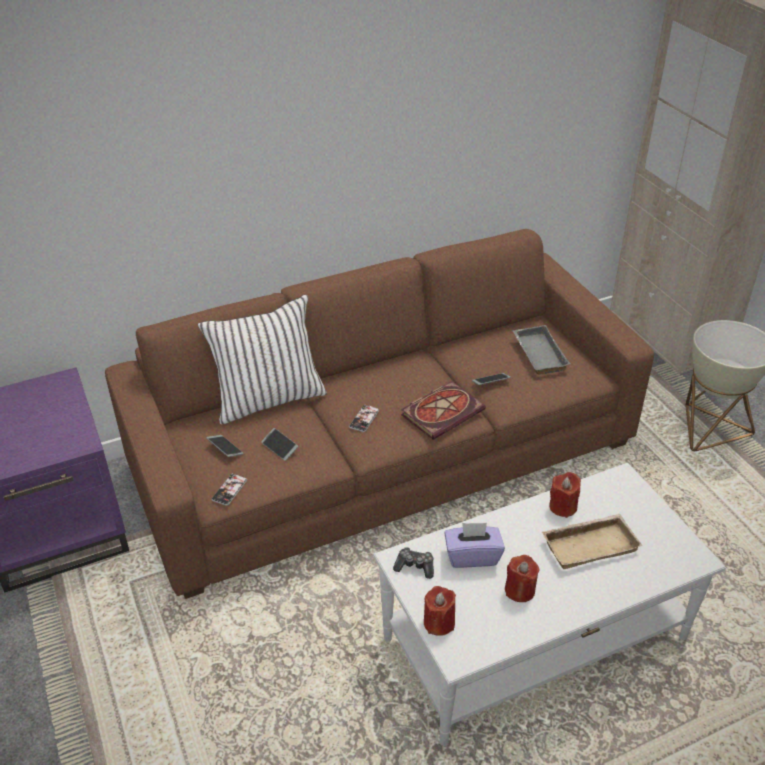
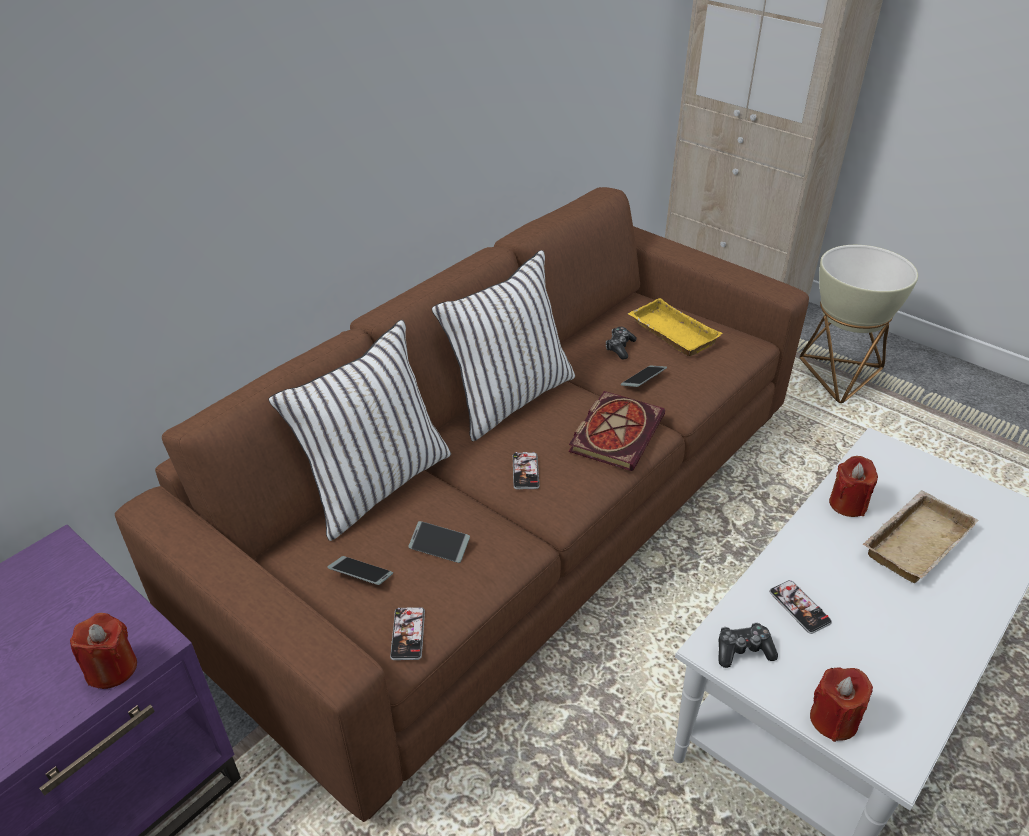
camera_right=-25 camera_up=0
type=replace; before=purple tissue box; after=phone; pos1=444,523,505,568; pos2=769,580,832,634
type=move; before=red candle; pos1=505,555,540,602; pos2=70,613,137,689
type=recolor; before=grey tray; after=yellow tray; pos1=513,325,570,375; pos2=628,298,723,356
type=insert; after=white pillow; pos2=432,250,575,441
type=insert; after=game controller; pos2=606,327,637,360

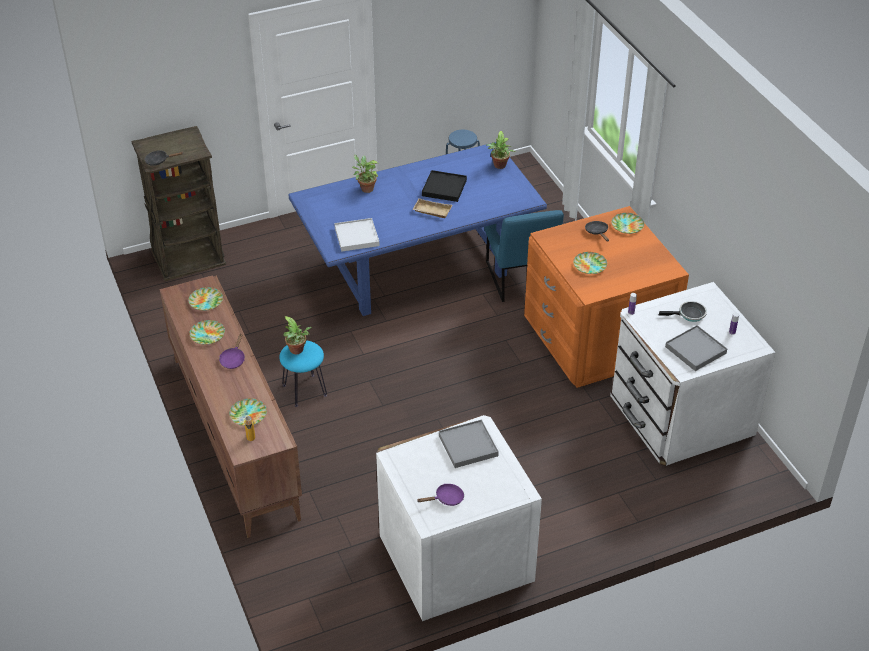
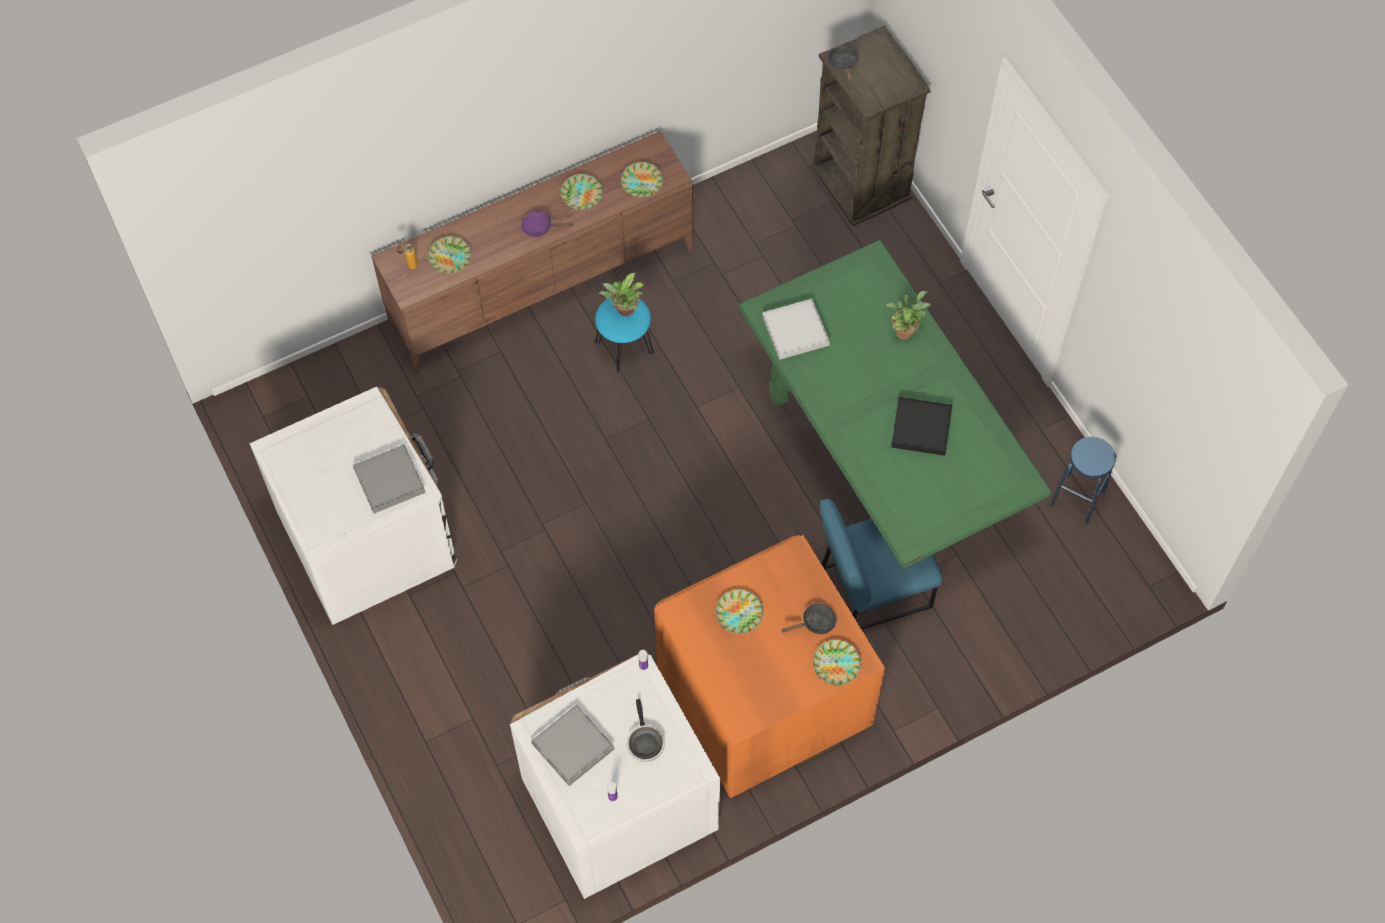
camera_right=85 camera_up=20
type=recolor; before=blue dining table; after=green dining table; pos1=288,142,547,316; pos2=739,240,1052,569
type=delete; before=beige tray; pos1=412,198,452,218
type=delete; before=purple frying pan; pos1=417,484,464,506
type=delete; before=potted plant; pos1=486,131,516,169

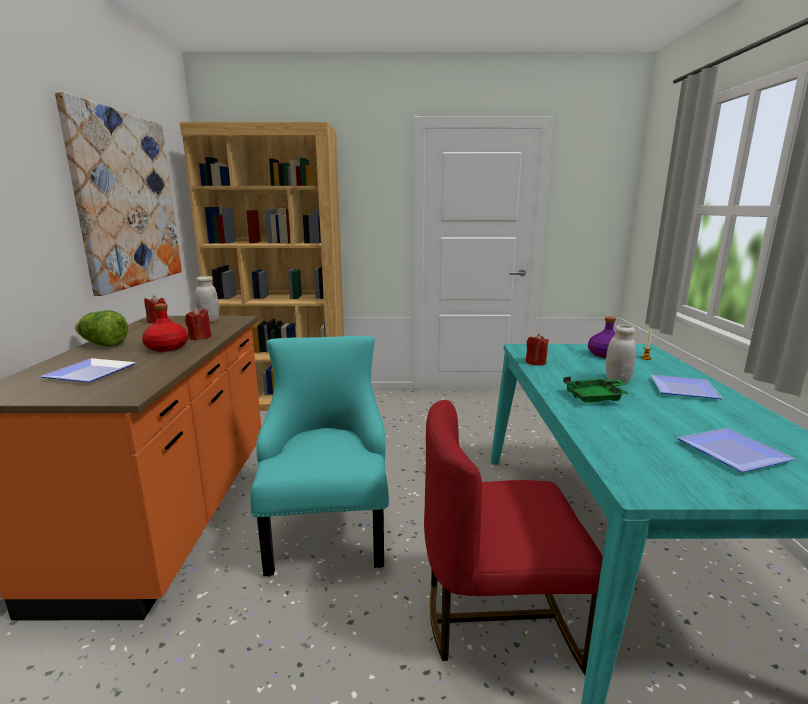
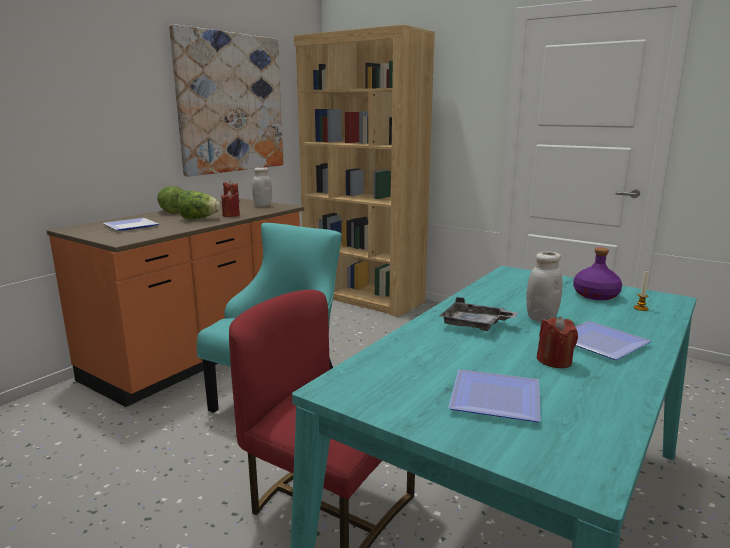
camera_right=35 camera_up=0
type=replace; before=red bottle; after=lettuce; pos1=142,304,188,352; pos2=178,191,220,219
type=move; before=red candle; pos1=525,334,549,366; pos2=536,316,578,368
type=recolor; before=green tray; after=grey tray; pos1=563,377,629,402; pos2=439,297,518,331

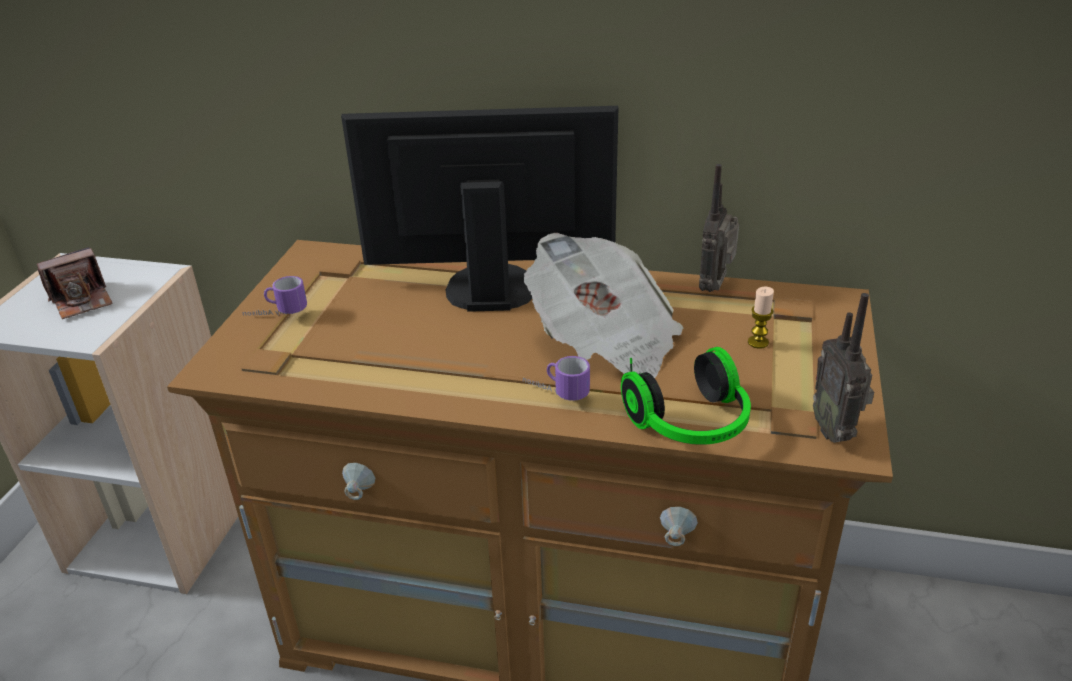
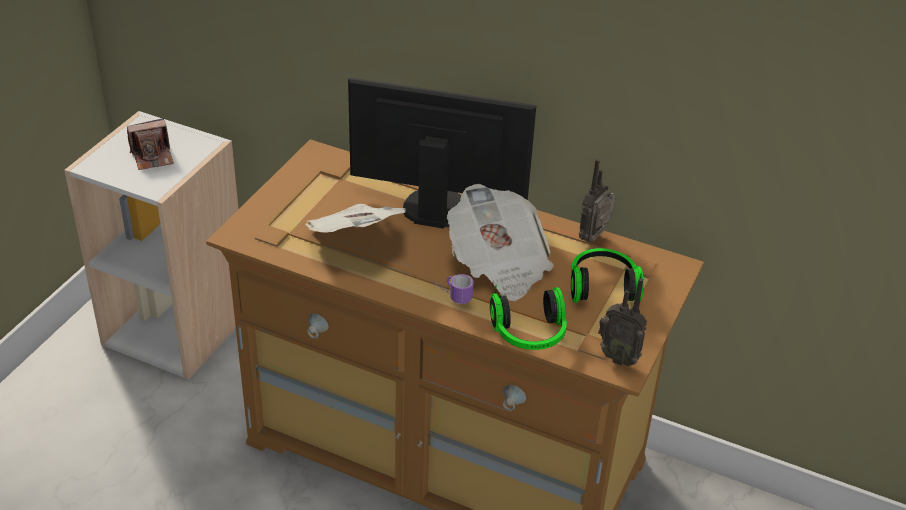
camera_right=10 camera_up=5
type=delete; before=mug; pos1=243,276,307,316
type=replace; before=candle; after=headphones; pos1=748,286,774,349; pos2=571,248,644,303
type=rotate; before=radio; pos1=813,293,874,443; pos2=598,278,647,366; turn=-60
type=insert; after=newspaper; pos2=306,204,406,233

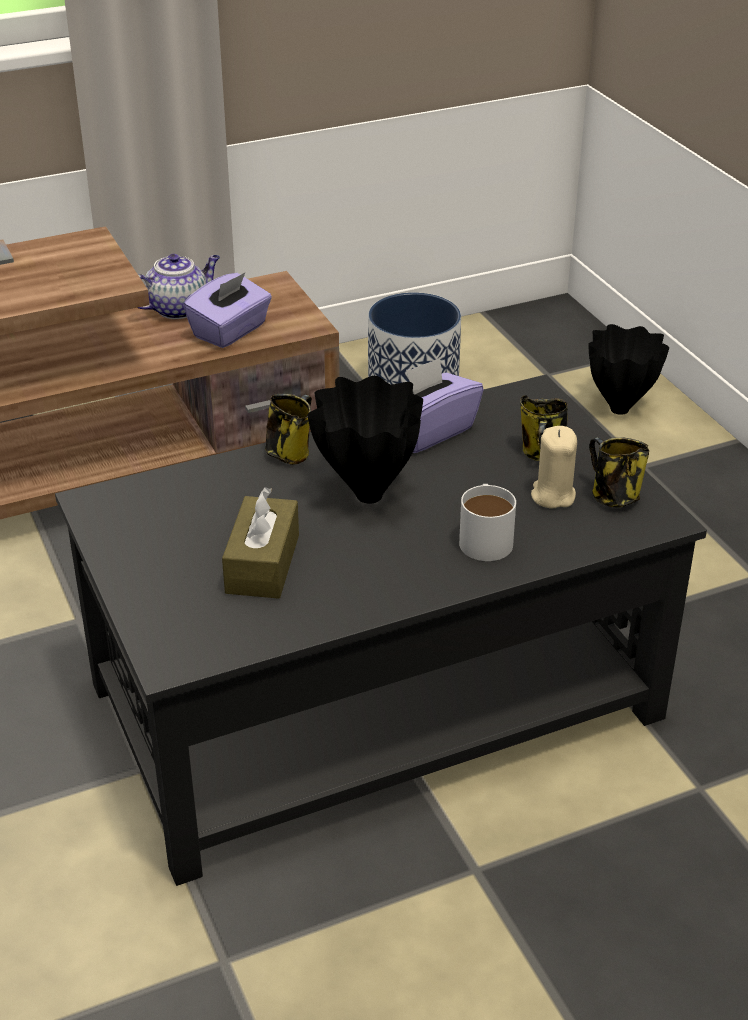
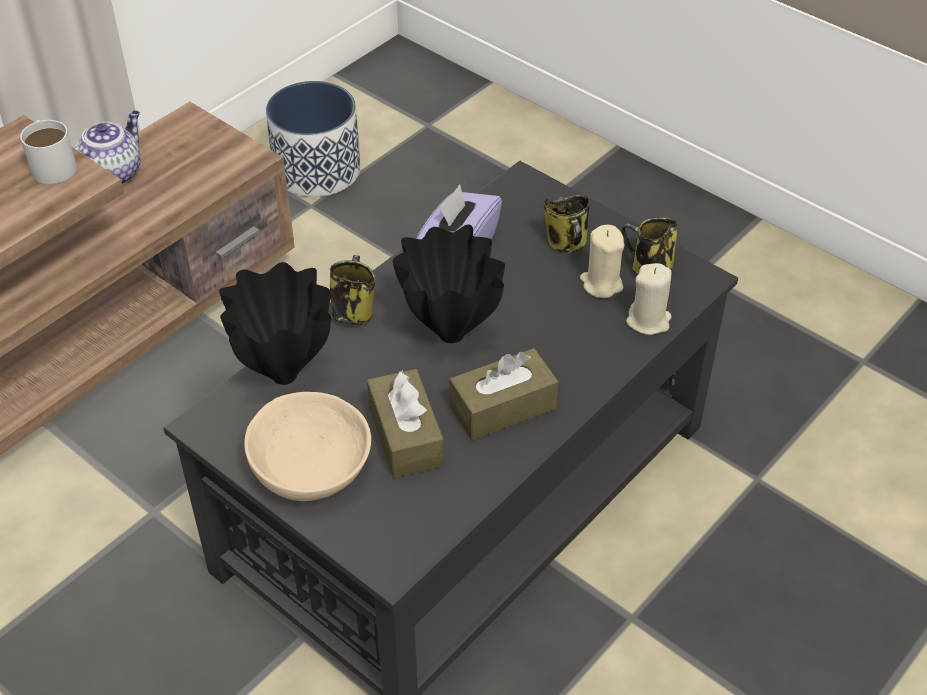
camera_right=-25 camera_up=10
type=delete; before=purple tissue box; pos1=183,272,272,348
type=move; before=white mug; pos1=459,484,516,561; pos2=20,120,77,184
type=move; before=black vase; pos1=589,324,669,415; pos2=219,262,331,385
type=insert; after=beige bowl; pos2=244,392,371,501
type=insert; after=brown tissue box; pos2=449,348,558,440
type=insert; after=beige candle; pos2=626,263,672,335

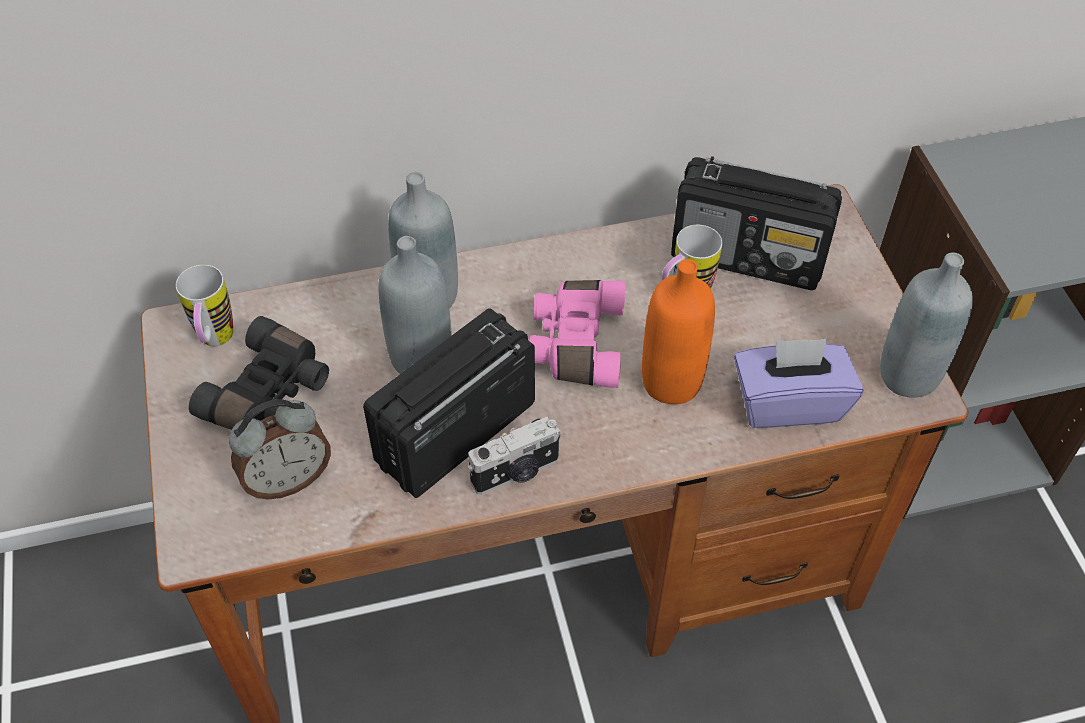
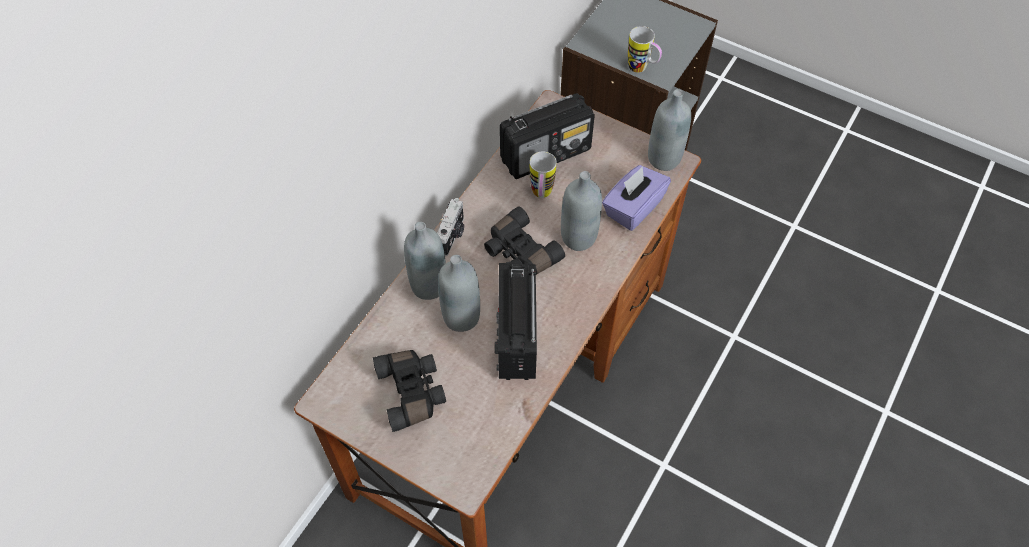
camera_right=-45 camera_up=5
type=move; before=mug; pos1=176,265,233,346; pos2=628,26,662,73
type=delete; before=alarm clock; pos1=229,399,331,500
type=move; before=photo camera; pos1=467,417,561,495; pos2=437,198,464,256
type=recolor; before=pink binoculars; after=black binoculars; pos1=529,280,625,388; pos2=484,206,565,275
type=recolor; before=orange bottle; after=grey bottle; pos1=642,259,715,404; pos2=561,171,602,251

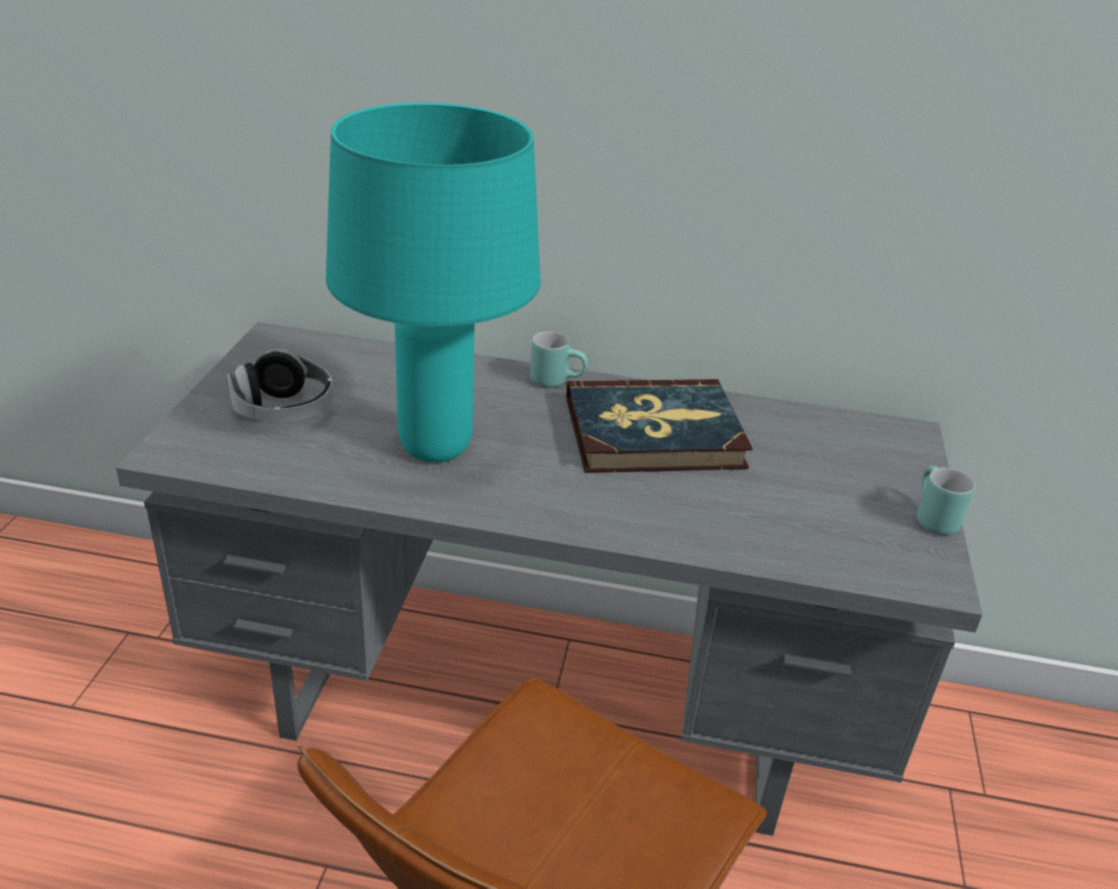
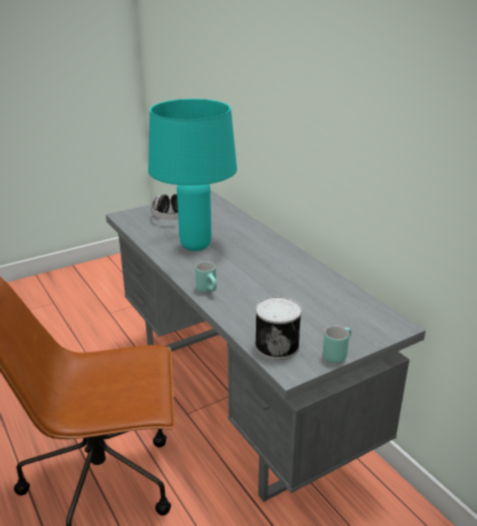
camera_right=50 camera_up=-5
type=move; before=turquoise mug; pos1=530,331,588,388; pos2=195,261,217,293
type=delete; before=book; pos1=566,379,753,473
type=insert; after=can; pos2=255,297,302,360

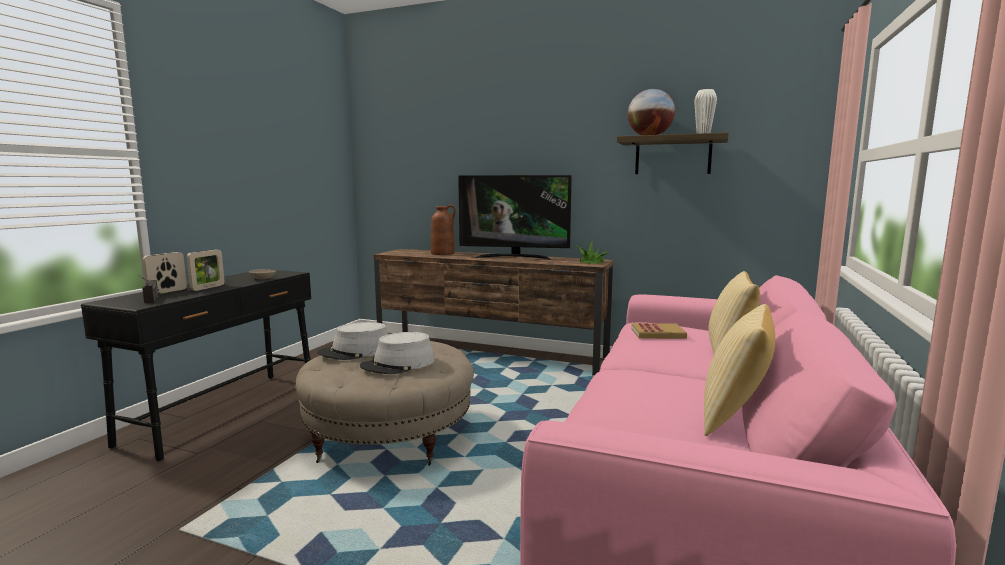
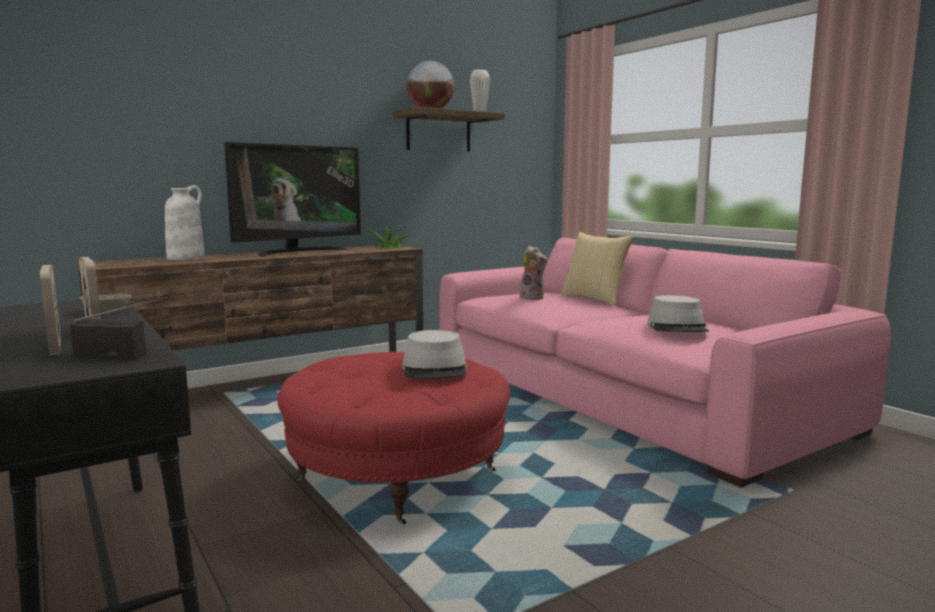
camera_right=-55 camera_up=0
type=recolor; before=beige ottoman; after=red ottoman; pos1=295,341,474,465; pos2=277,352,510,525
type=move; before=grey hat; pos1=317,322,388,360; pos2=647,295,709,332
type=recolor; before=brown vase; after=white vase; pos1=431,205,456,255; pos2=165,185,205,260
type=replace; before=book; after=plush toy; pos1=631,323,687,339; pos2=520,246,548,300
type=delete; before=pillow; pos1=704,304,775,436

